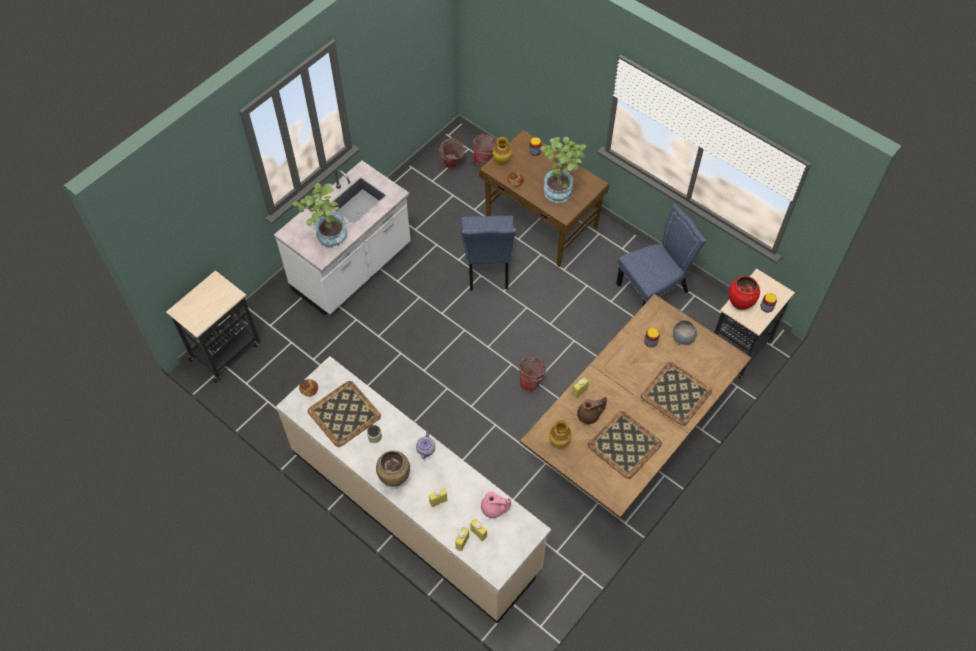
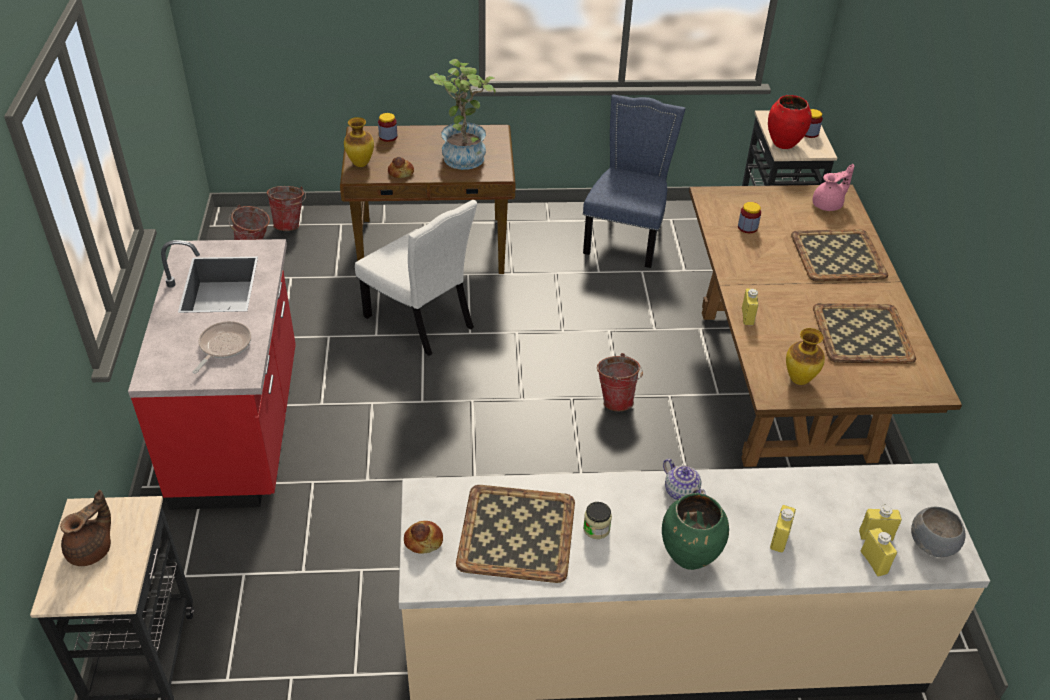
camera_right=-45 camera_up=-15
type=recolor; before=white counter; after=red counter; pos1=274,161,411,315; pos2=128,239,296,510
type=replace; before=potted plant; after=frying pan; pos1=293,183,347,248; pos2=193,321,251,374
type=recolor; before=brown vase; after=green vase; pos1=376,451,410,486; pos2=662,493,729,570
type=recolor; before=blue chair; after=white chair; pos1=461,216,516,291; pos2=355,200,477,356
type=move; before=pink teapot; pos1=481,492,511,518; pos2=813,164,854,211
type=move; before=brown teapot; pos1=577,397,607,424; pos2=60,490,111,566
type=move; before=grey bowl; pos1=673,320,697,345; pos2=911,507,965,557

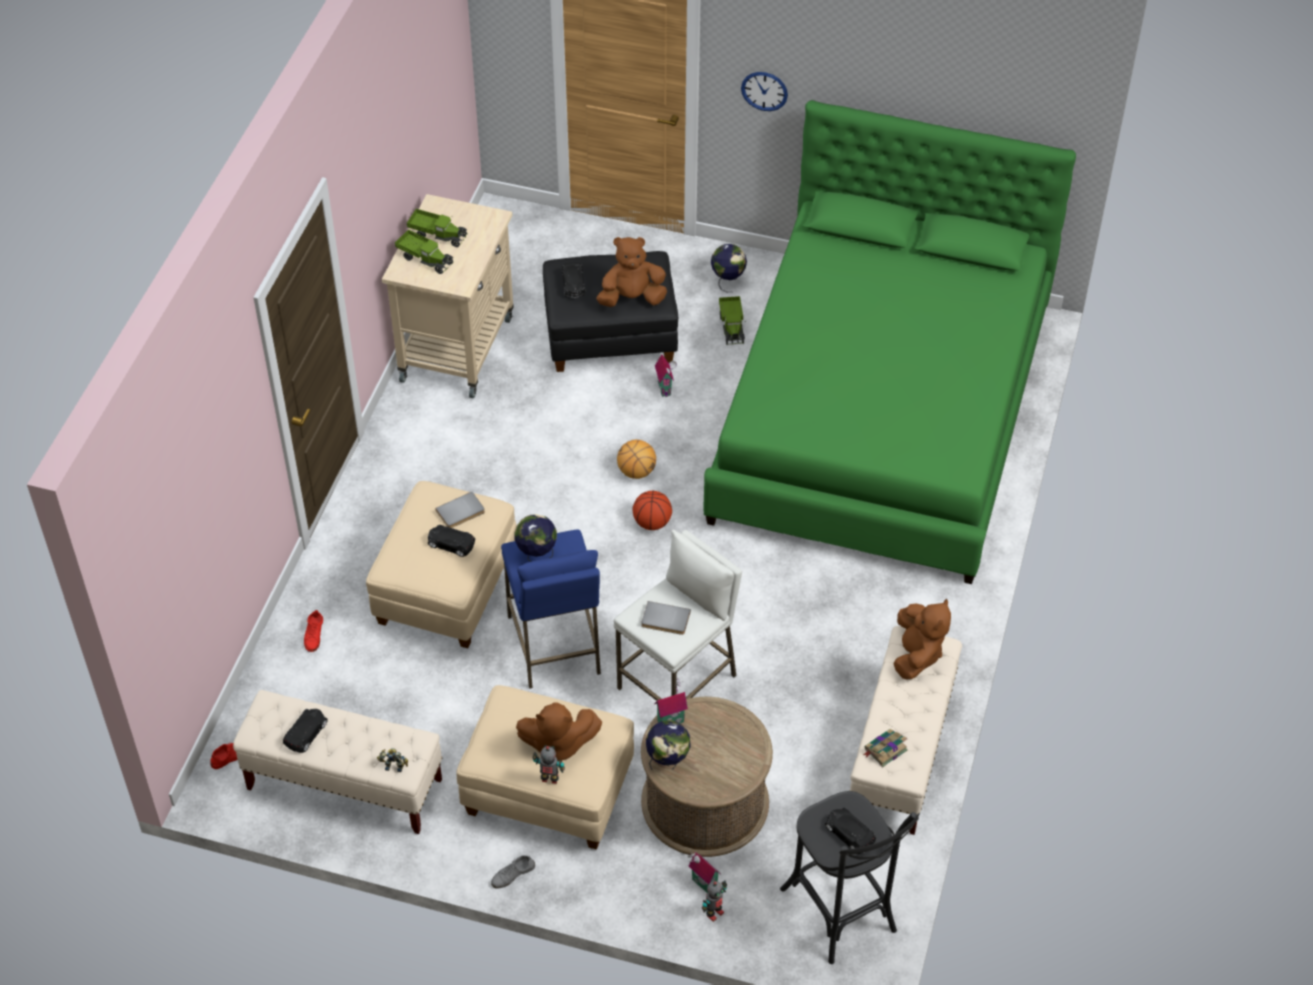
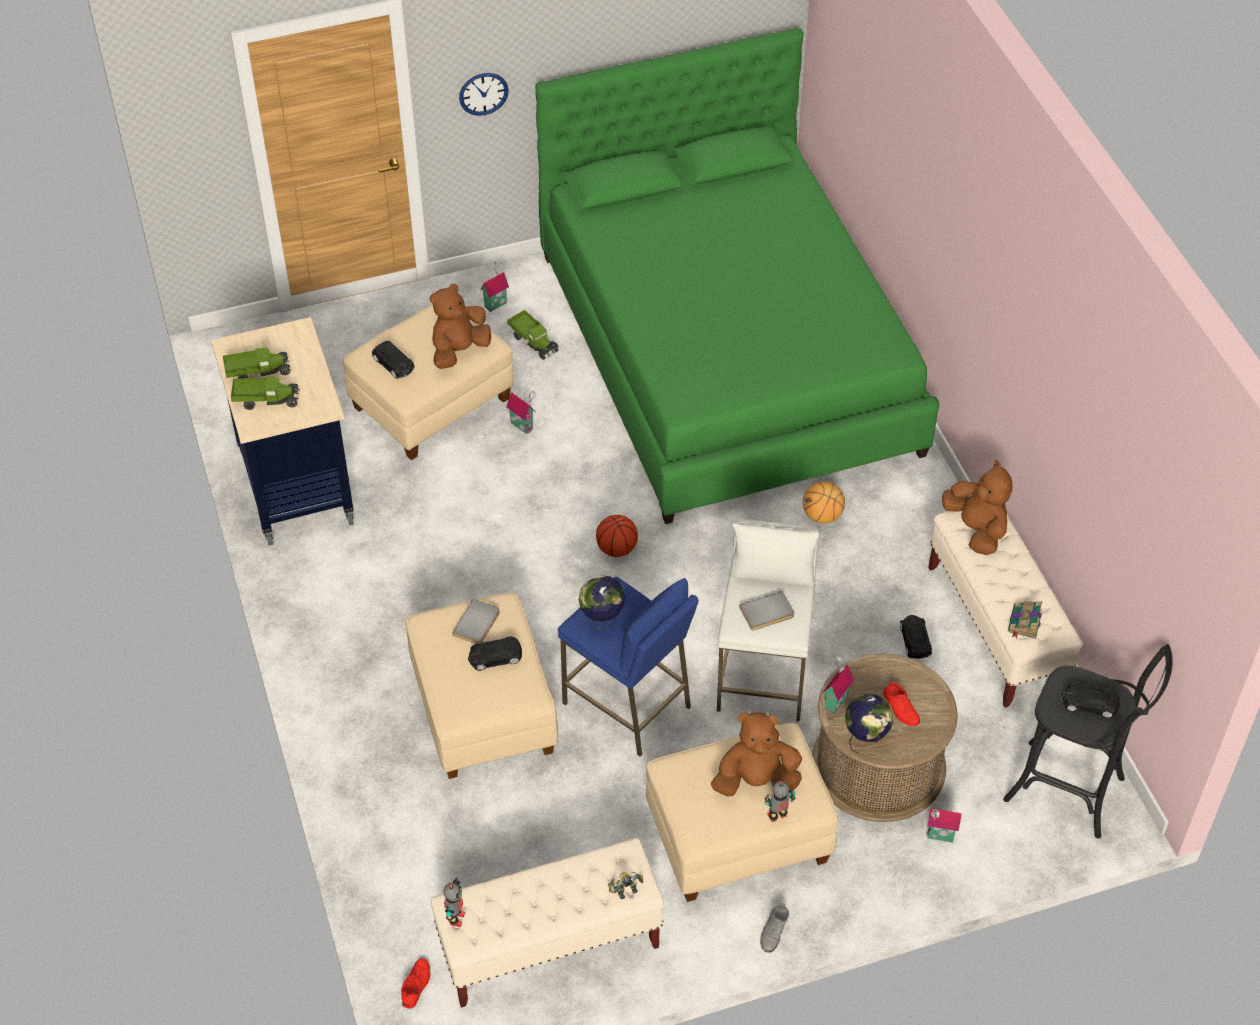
camera_right=-35 camera_up=0
type=move; before=black toy car; pos1=283,709,328,753; pos2=900,615,932,659
type=move; before=red shoe; pos1=304,610,323,652; pos2=883,681,920,726
type=recolor; before=beige cart; after=blue cart; pos1=382,194,514,398; pos2=211,317,354,545
type=rotate; before=brown plush toy; pos1=516,702,602,762; pos2=711,712,802,796; turn=-150
type=recolor; before=black ottoman; after=beige ottoman; pos1=543,251,678,372; pos2=343,304,514,460
type=move; before=basketball; pos1=617,440,656,479; pos2=803,482,845,524
type=move; before=toy robot; pos1=702,881,727,922; pos2=443,878,465,927
type=replace; before=globe; after=toy house; pos1=711,244,747,292; pos2=480,262,509,312

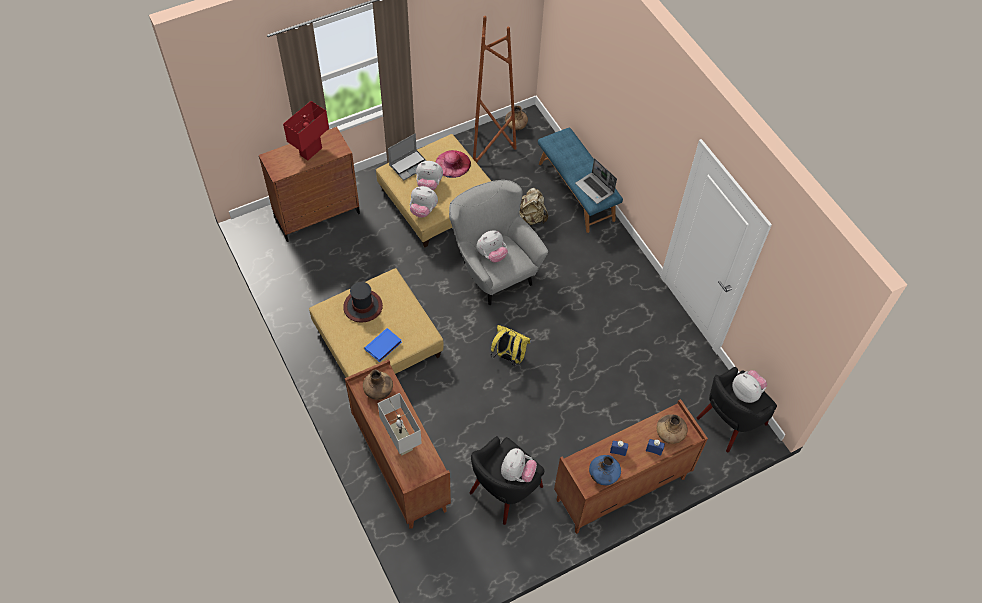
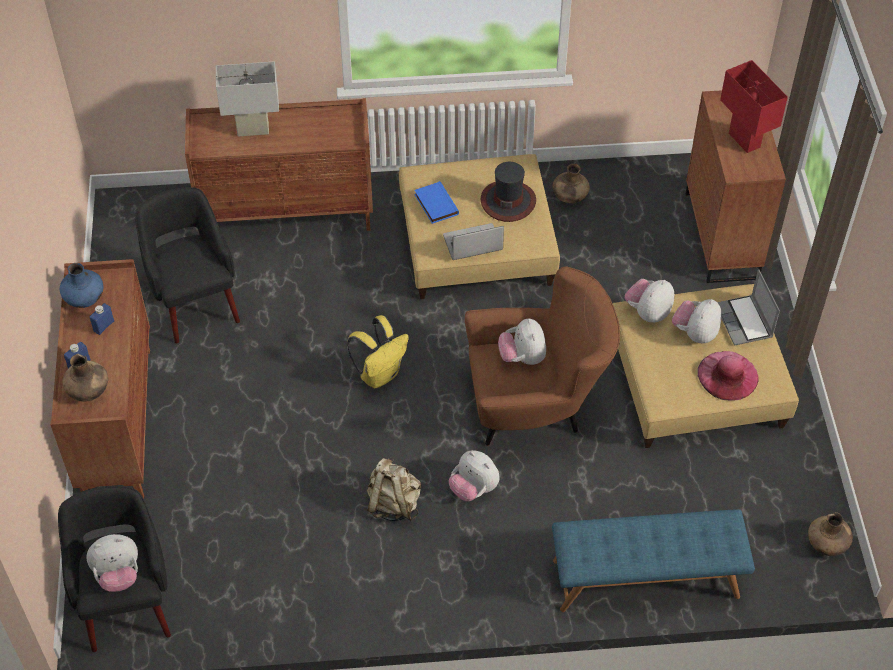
camera_right=115 camera_up=-5
type=move; before=brown vase; pos1=363,369,393,400; pos2=553,164,590,204
type=recolor; before=grey armchair; after=brown armchair; pos1=449,180,548,305; pos2=465,266,620,446
type=delete; before=brown clothes rack; pos1=473,16,517,163
type=move; before=plush toy; pos1=501,448,537,482; pos2=449,450,500,501
type=move; before=beige backpack; pos1=520,188,548,225; pos2=367,458,421,521
type=move; before=laptop; pos1=575,158,617,204; pos2=443,223,504,260

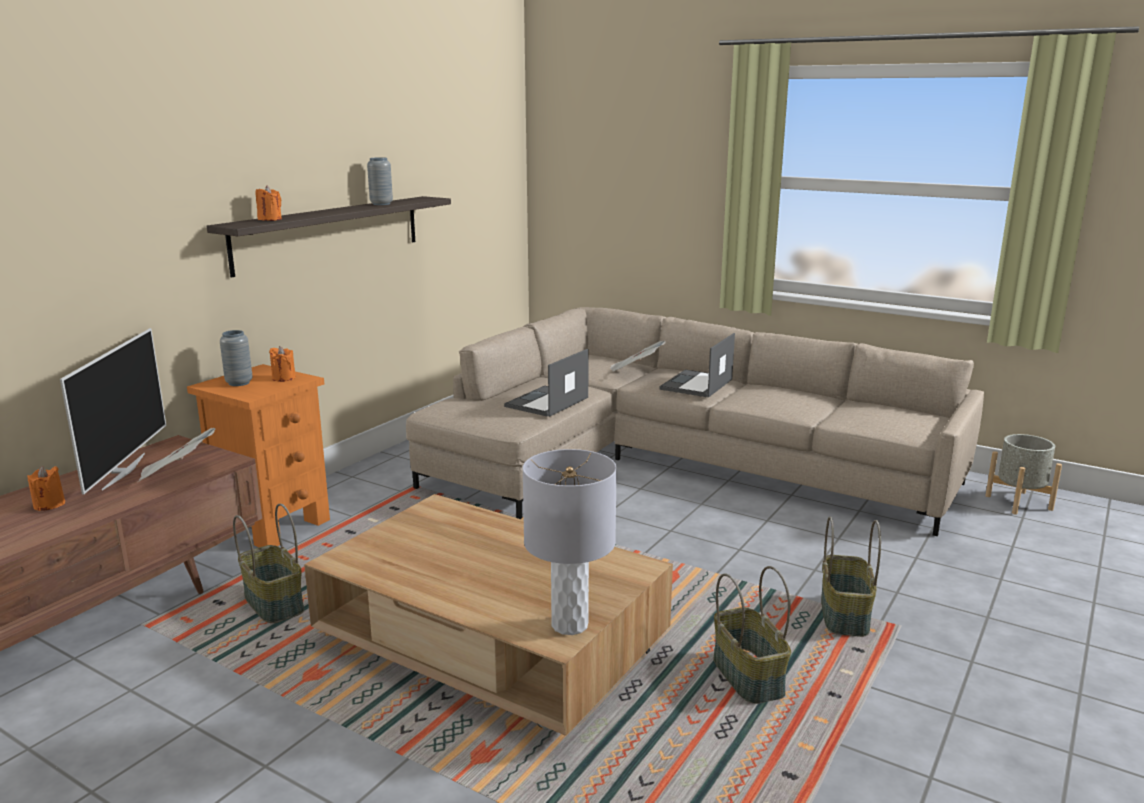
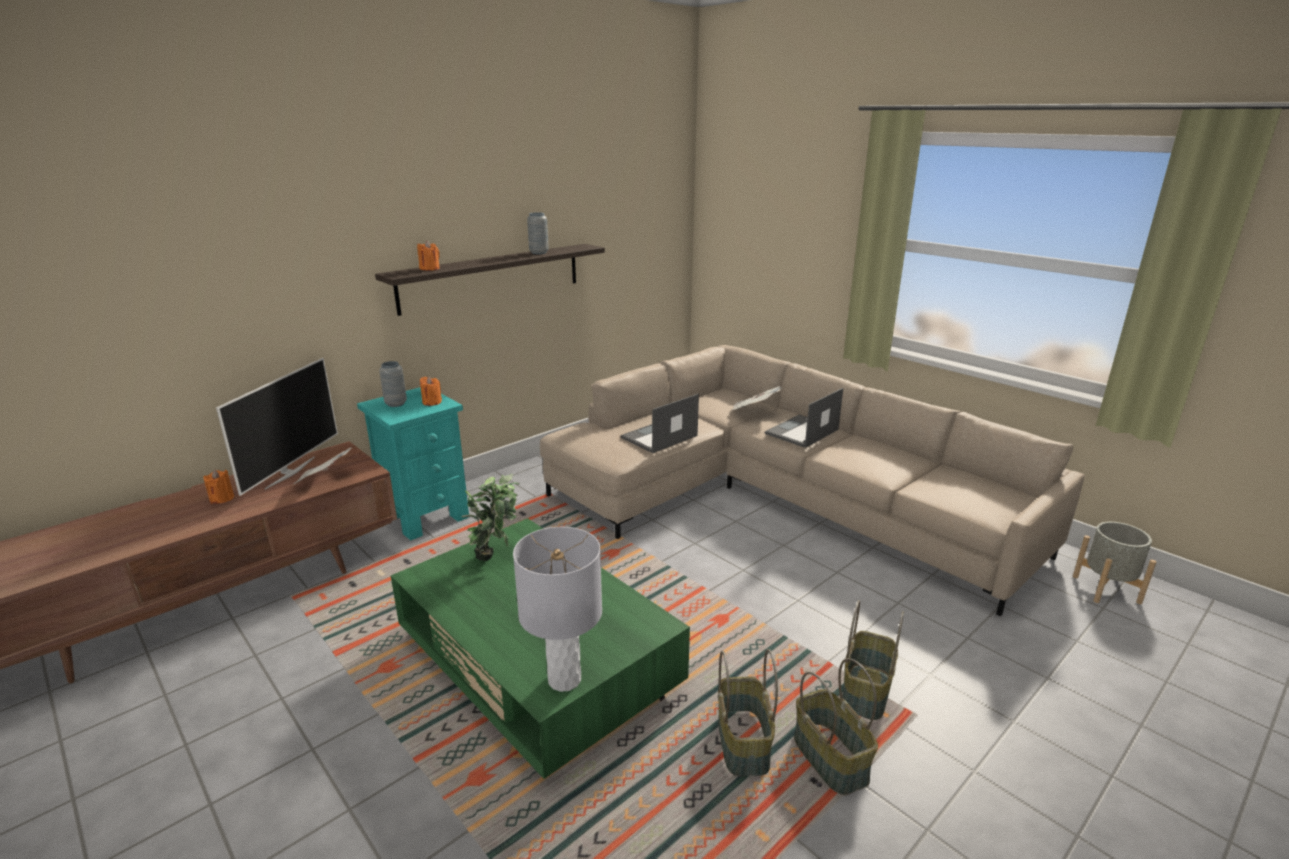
camera_right=15 camera_up=5
type=recolor; before=orange nightstand; after=turquoise nightstand; pos1=187,364,330,547; pos2=357,387,469,541
type=move; before=basket; pos1=233,504,304,623; pos2=794,658,878,796
type=recolor; before=brown coffee table; after=green coffee table; pos1=304,494,673,736; pos2=391,518,690,779
type=insert; after=potted plant; pos2=462,474,519,561

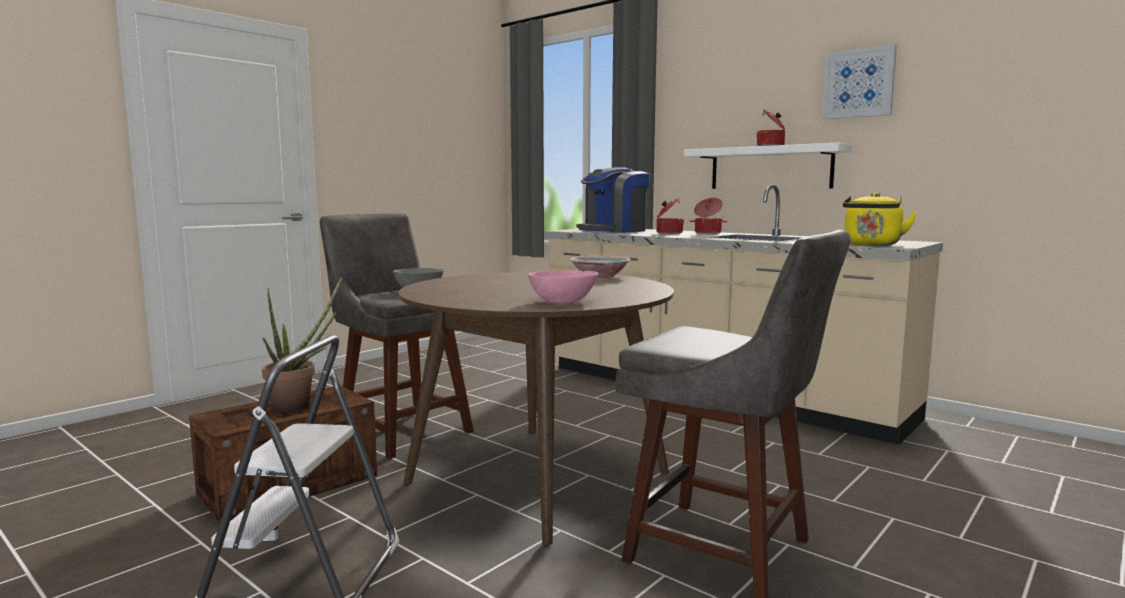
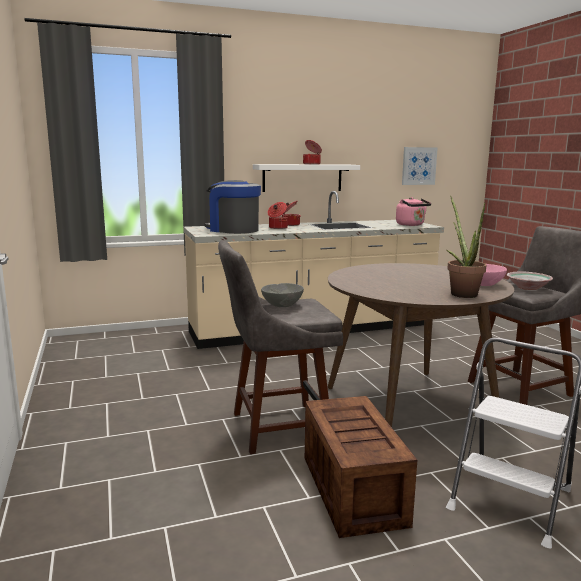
camera_right=-60 camera_up=5
type=move; before=potted plant; pos1=262,277,342,413; pos2=446,195,487,298
type=move; before=bowl; pos1=570,256,631,278; pos2=507,272,553,290
type=rotate; before=coffee machine; pos1=577,167,650,233; pos2=204,180,261,234; turn=135
type=move; before=picture; pos1=823,44,897,119; pos2=402,147,438,185
type=recolor; before=yellow kettle; after=pink kettle; pos1=843,193,917,246; pos2=396,197,431,226

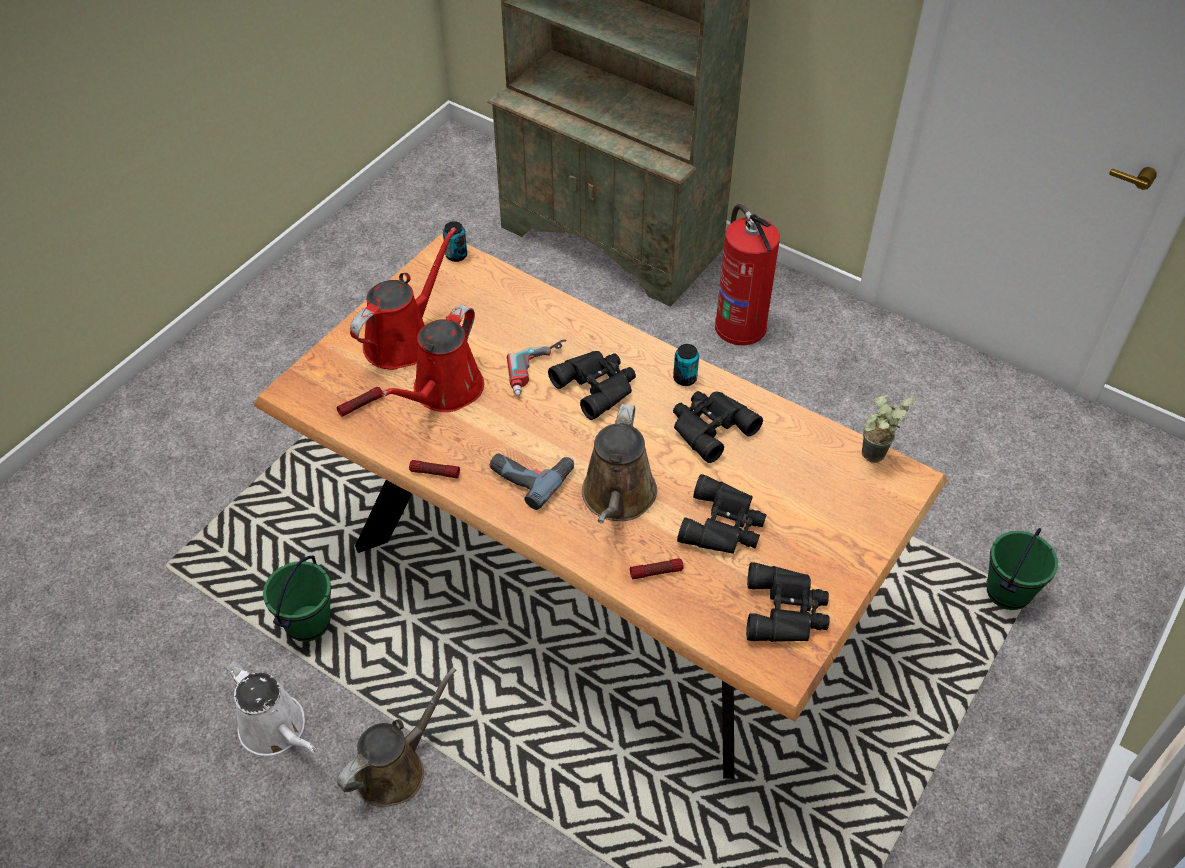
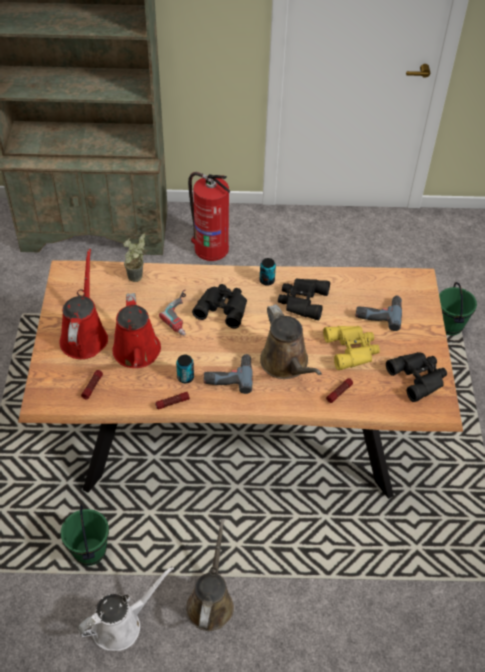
camera_right=-35 camera_up=0
type=rotate; before=white watering can; pos1=225,660,317,756; pos2=77,566,174,651; turn=-45
type=move; before=can; pos1=443,221,467,262; pos2=176,355,194,383
type=recolor; before=black binoculars; after=yellow binoculars; pos1=677,474,766,554; pos2=323,326,380,370
type=move; before=potted plant; pos1=862,395,914,463; pos2=123,233,145,282
type=insert; after=power drill; pos2=355,295,402,331

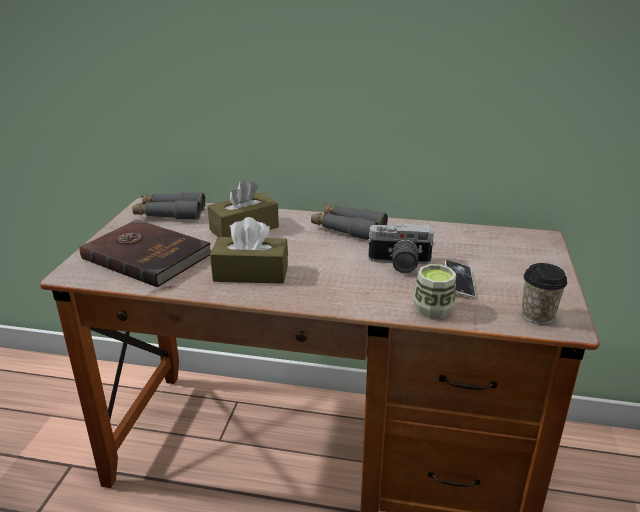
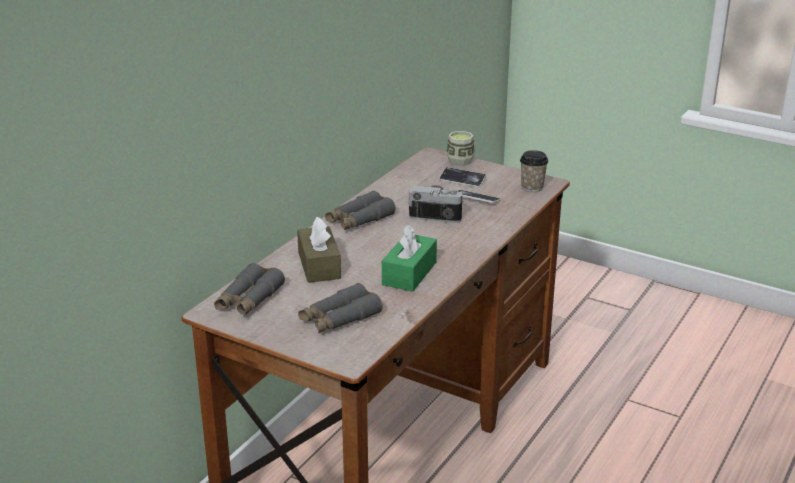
camera_right=-70 camera_up=0
type=replace; before=brown book; after=grey binoculars; pos1=80,219,212,288; pos2=298,283,382,333
type=recolor; before=brown tissue box; after=green tissue box; pos1=210,217,288,284; pos2=382,224,437,292
type=rotate; before=photo camera; pos1=367,223,435,273; pos2=408,185,464,223; turn=-105
type=move; before=cup; pos1=413,264,456,319; pos2=446,131,475,166
type=insert; after=phone; pos2=439,167,486,187

